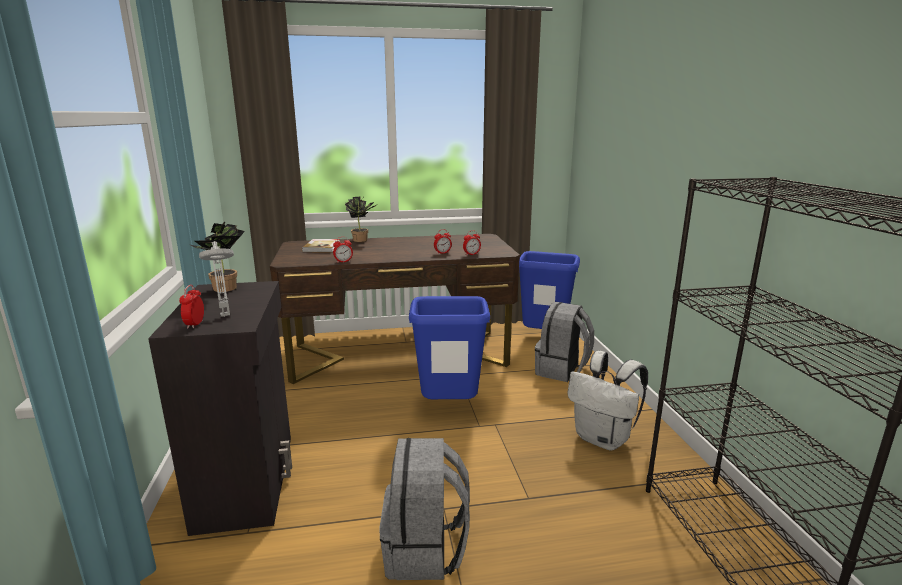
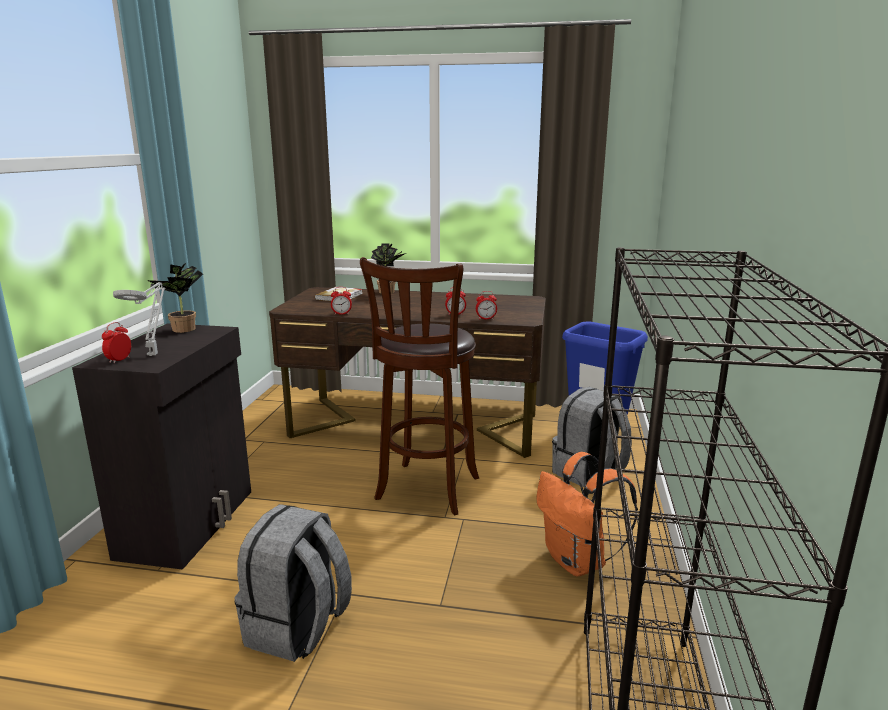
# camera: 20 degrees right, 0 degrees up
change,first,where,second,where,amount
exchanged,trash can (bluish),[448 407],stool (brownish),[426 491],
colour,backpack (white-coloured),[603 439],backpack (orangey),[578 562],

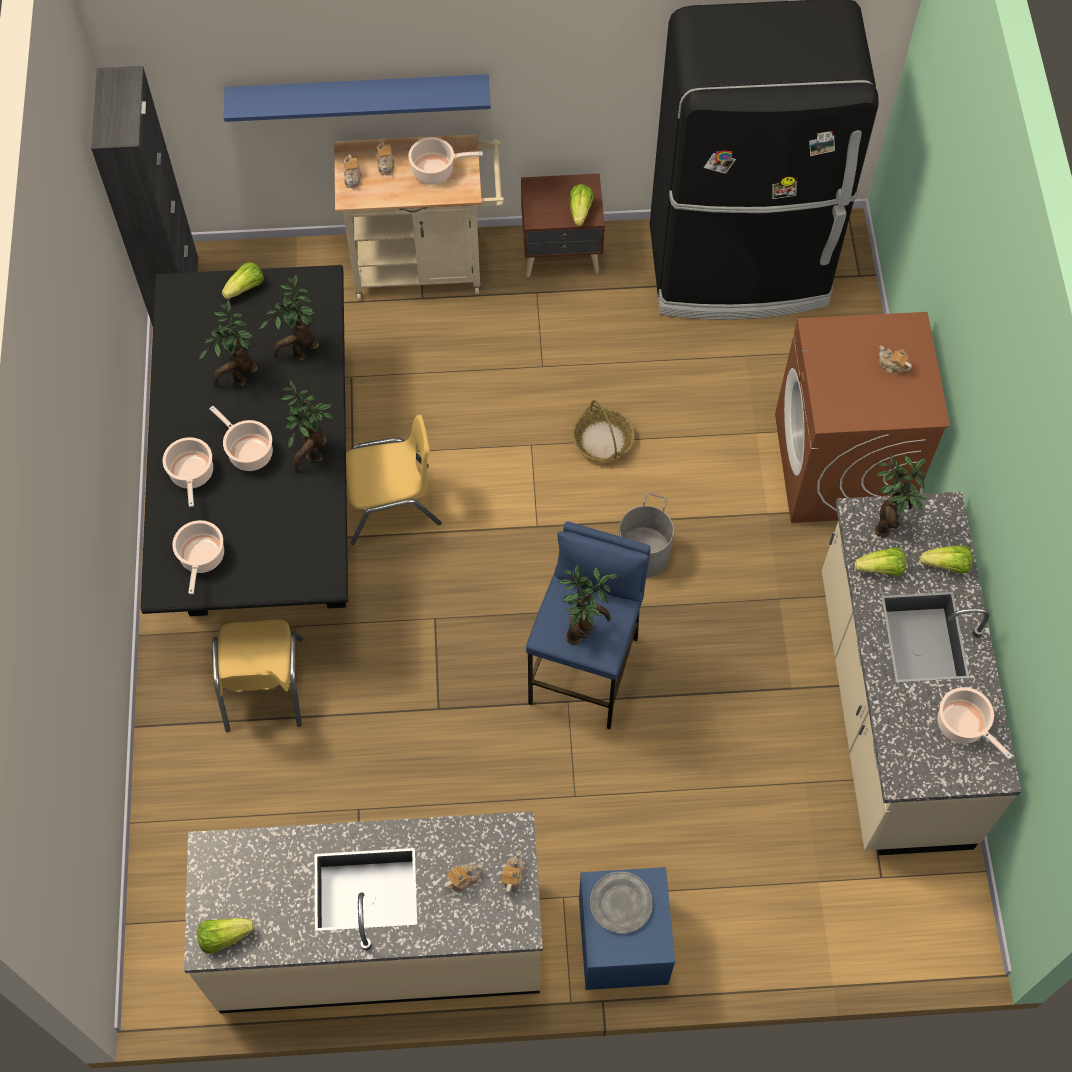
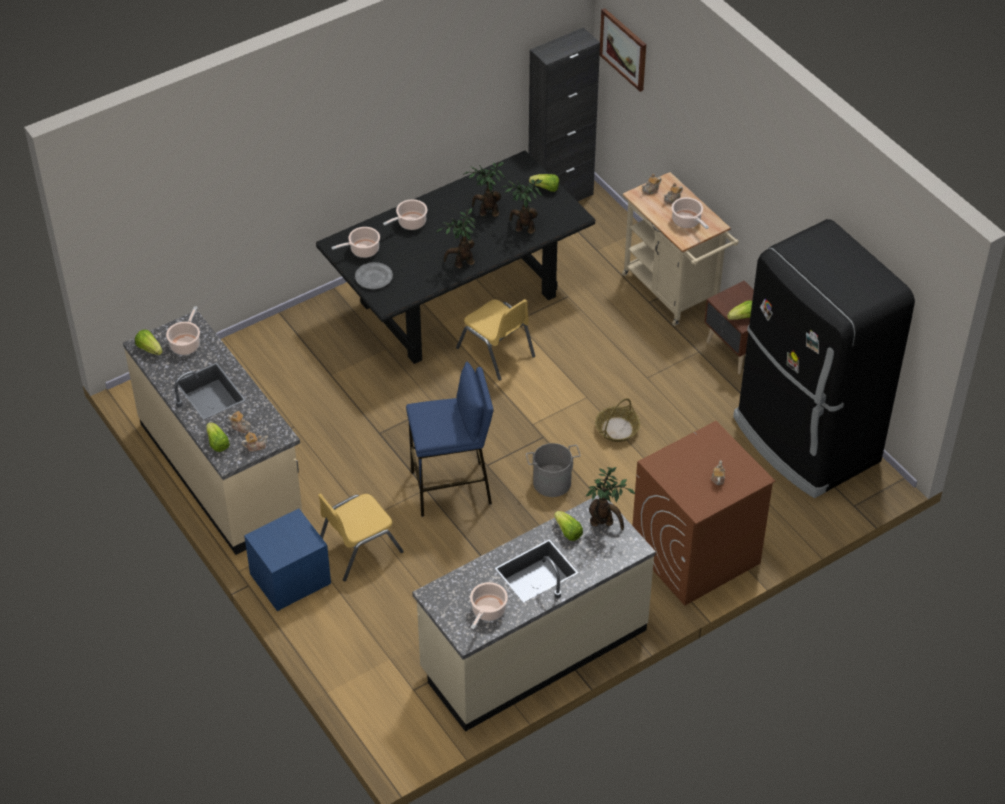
# camera: 60 degrees right, 15 degrees down
change,first,where,second,where,amount
relocated,cooking pot,[248 452],,[186 344],
relocated,chair (yellow-coloured),[262 685],,[358 549],
missing,bracket shelf (bluish),[358 95],,,
missing,houseplant,[584 630],,,
relocated,plate (gray),[621 904],,[373 278],
relocated,lettuce head,[946 565],,[217 443],
appeared,,,wall picture,[624 49],

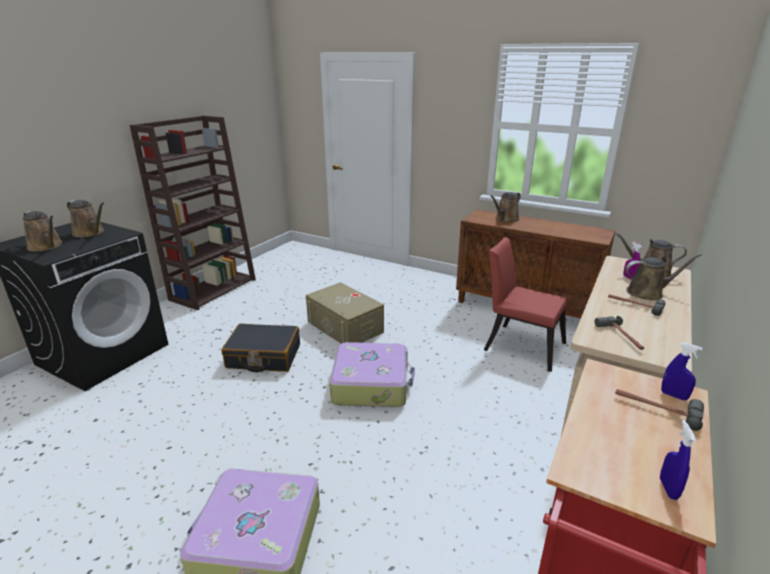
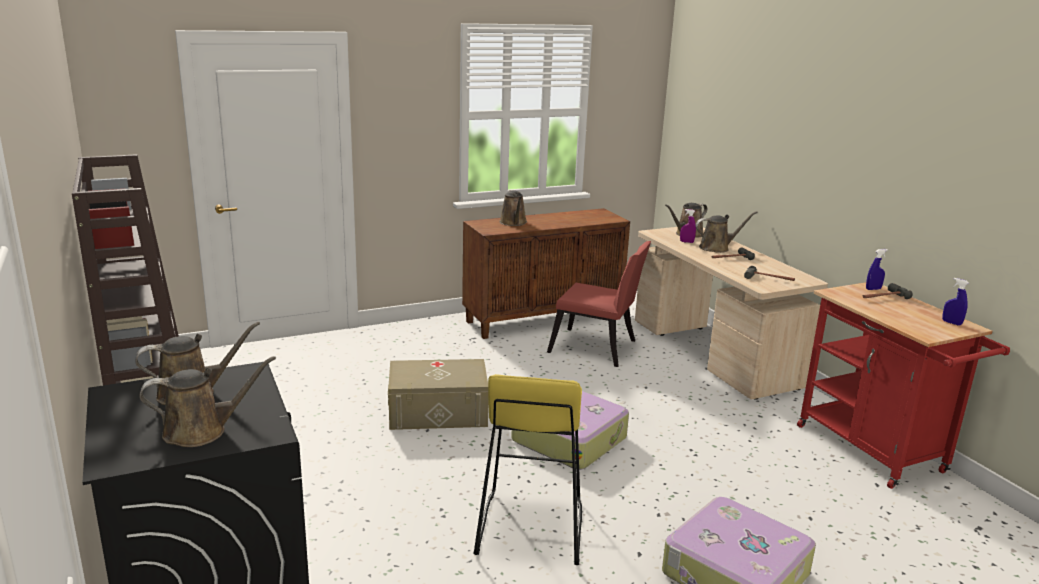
# camera: 55 degrees left, 5 degrees down
change,first,where,second,where,amount
missing,piece of luggage (black),[263 357],,,
spun,chair (reddish),[520 344],,[597 349],135 degrees counterclockwise
spun,watering can (brownish),[648 293],,[717 248],45 degrees clockwise
appeared,,,stool (yellow-coloured),[529 529],

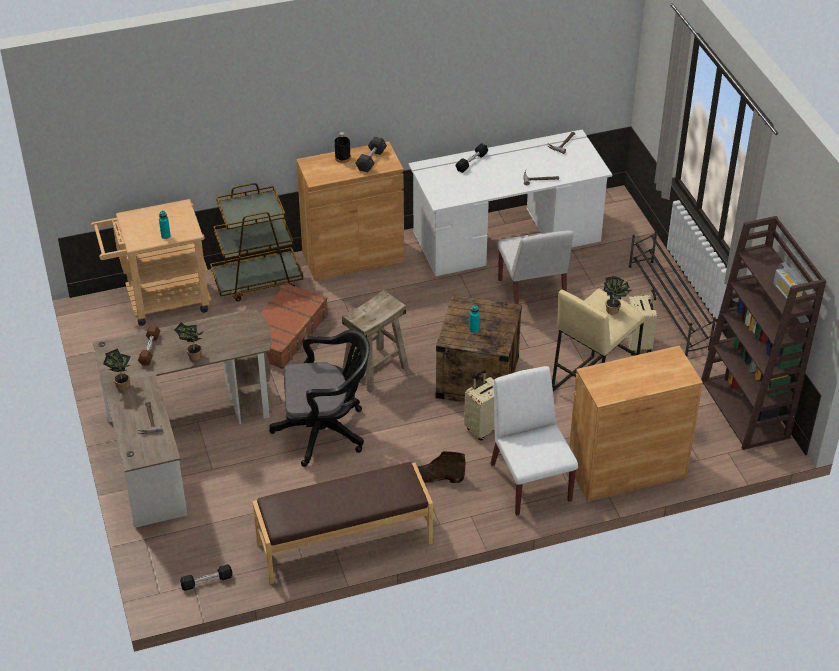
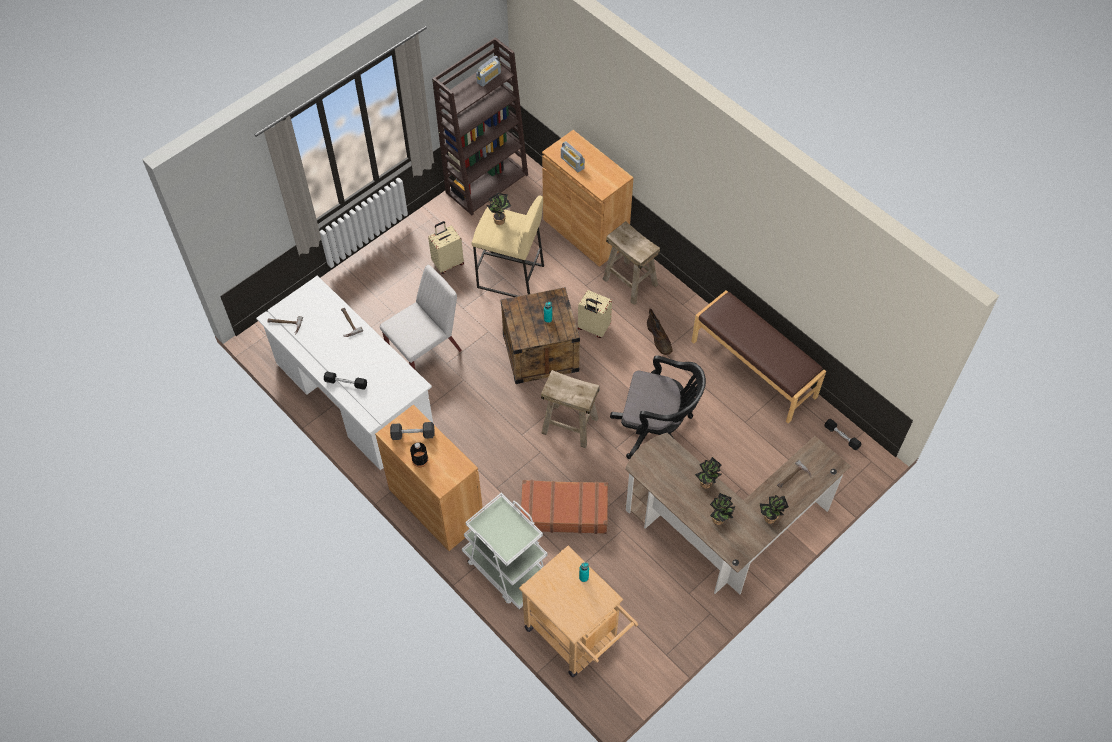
# camera: 115 degrees left, 15 degrees up
change,first,where,second,where,amount
exchanged,dumbbell (brownish),[150 349],houseplant,[719 520],
colour,cart (brownish),[257 280],cart (white-coloured),[507 568],
spun,desk chair (black),[326 431],,[656 429],135 degrees clockwise
exchanged,chair (white-coloured),[530 481],stool (sand-coloured),[629 282],
missing,shoe rack (black),[668 307],,,
appeared,,,radio set,[572 163],

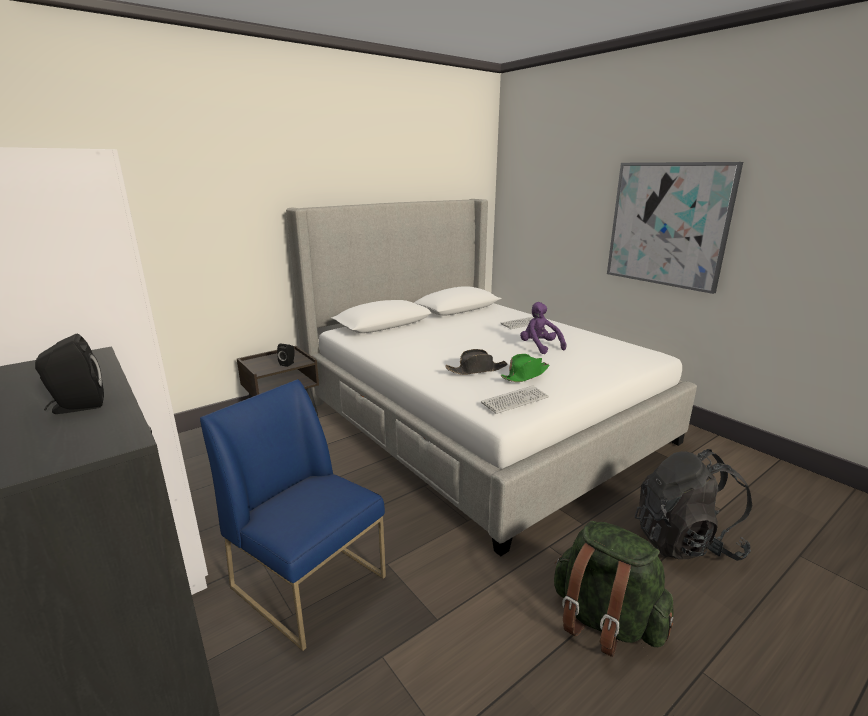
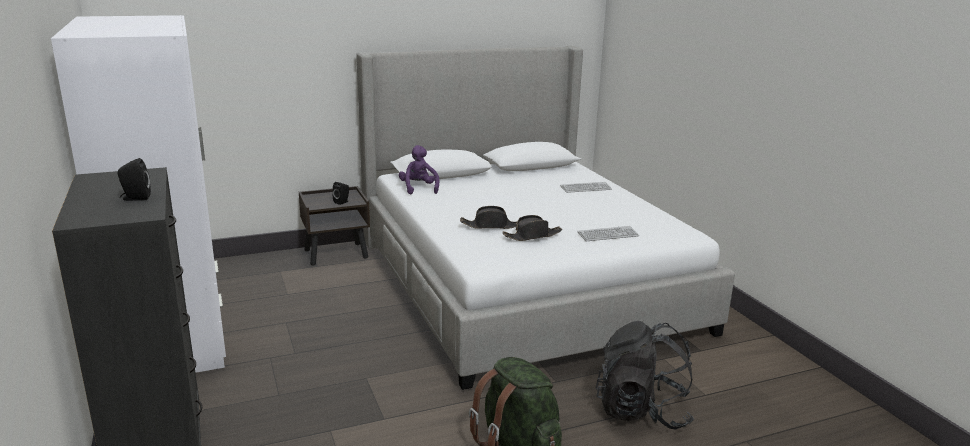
# camera: 15 degrees right, 0 degrees up
change,first,where,second,where,amount
missing,chair (bluish),[310 582],,,
relocated,computer keyboard,[515 400],,[608 235],
colour,clothing hat (greenish),[525 375],clothing hat (black),[532 236],
relocated,cuddly toy (purplish),[539 347],,[419 189],
missing,wall picture,[667 224],,,

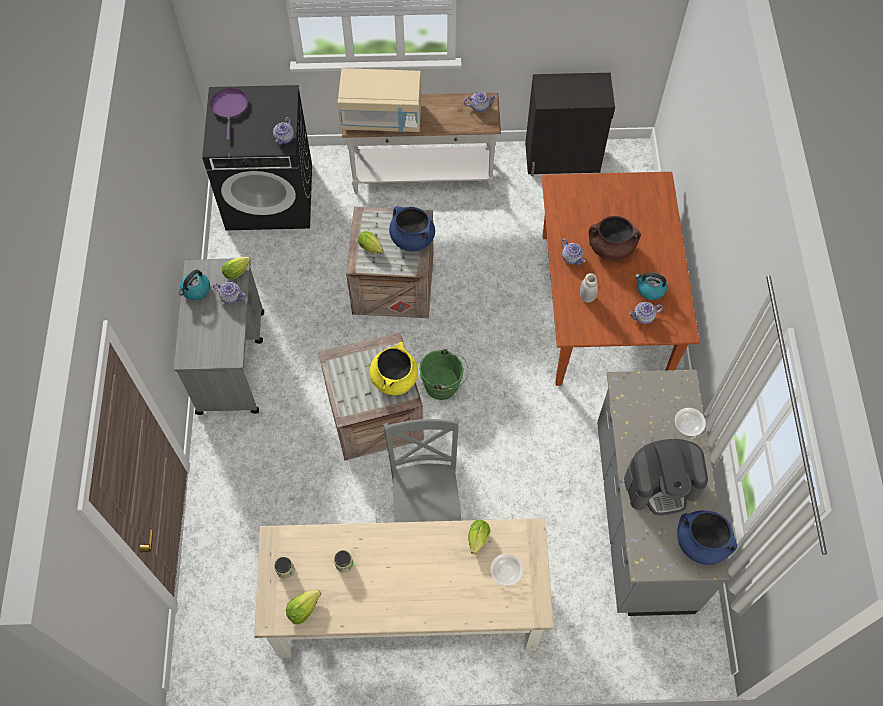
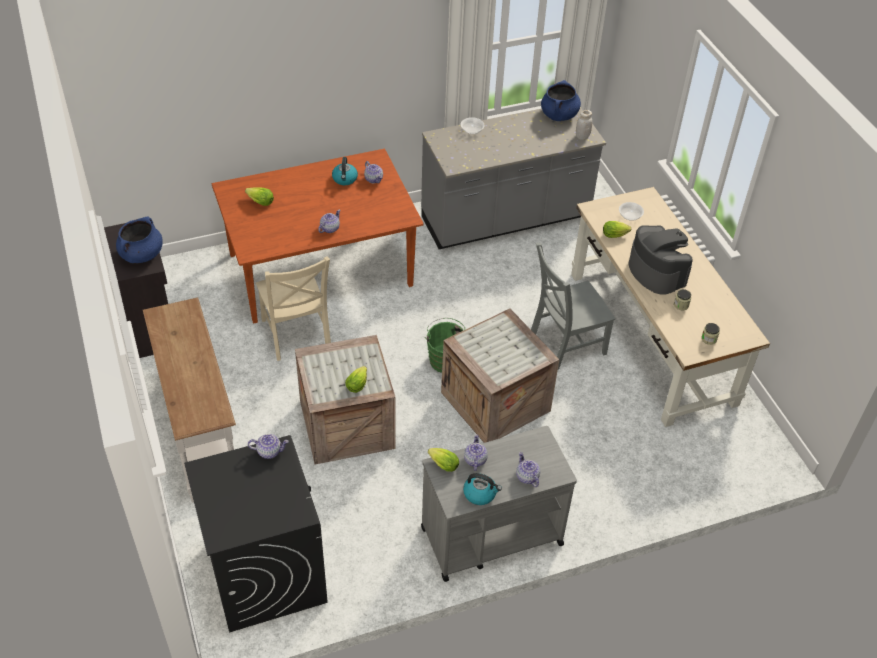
# camera: 110 degrees left, 15 degrees down
change,first,where,second,where,amount
missing,frying pan (purplish),[229 108],,,
relocated,lettuce head,[303 608],,[260 202],
missing,kitchen microwave (sand-coloured),[382 117],,,
missing,cooking pot (yellow-coloured),[394 378],,,
relocated,cooking pot (bluish),[412 239],,[141 254],
relocated,pot for tea,[479 106],,[526 477],
relocated,jar (white-coloured),[587 297],,[582 136],
missing,cooking pot (brownish),[610 248],,,
relocated,coffee machine,[661 484],,[656 272],
appeared,,,chair (sand-coloured),[296 335],

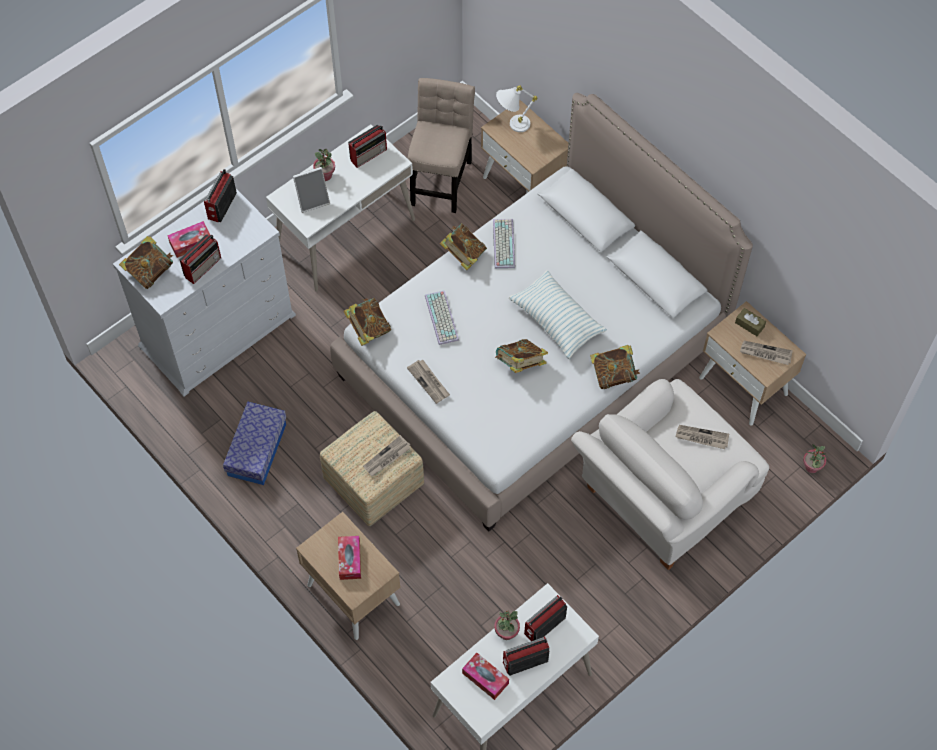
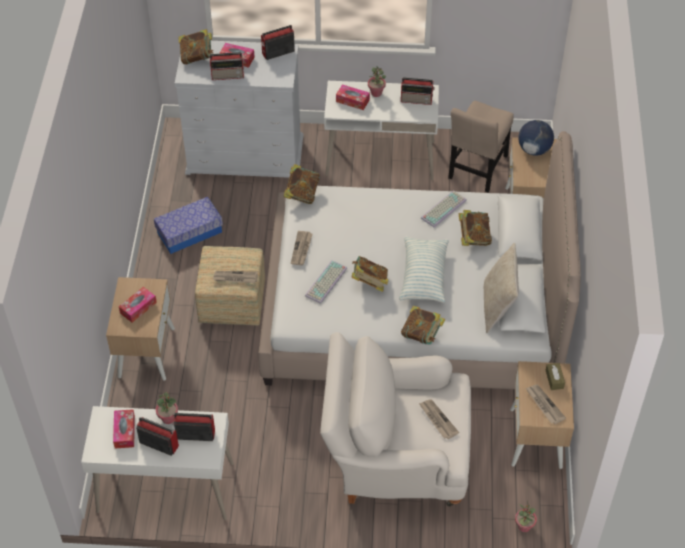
# camera: 45 degrees right, 10 degrees down
change,first,where,second,where,amount
exchanged,picture frame,[313 200],tissue box,[352 101],
spun,chair (sand-coloured),[441 179],,[477 169],150 degrees clockwise
relocated,computer keyboard,[443 318],,[326 283],
relocated,book,[463 255],,[473 237],
exchanged,tabletop lamp (white-coloured),[512 125],world globe,[534 150],
appeared,,,pillow (sand-coloured),[497 306],

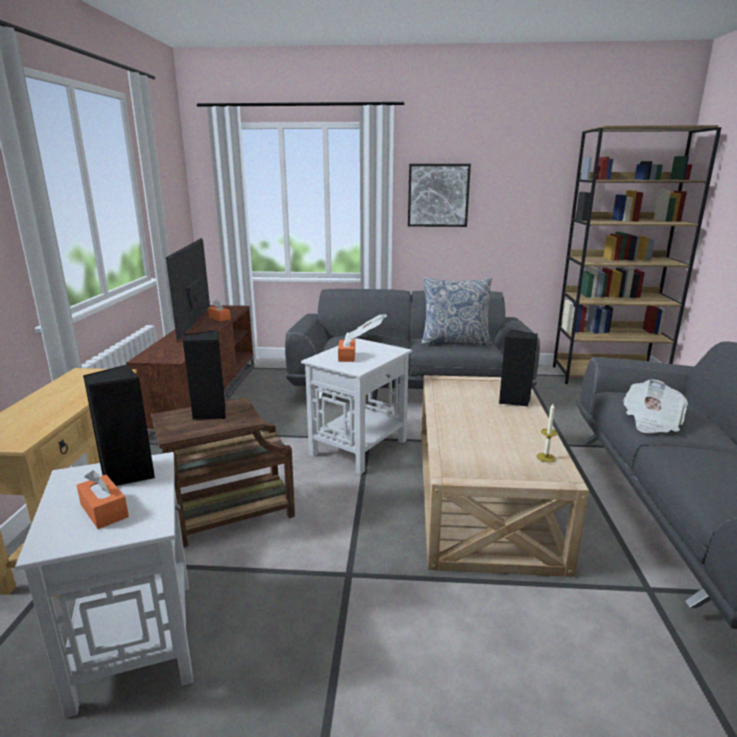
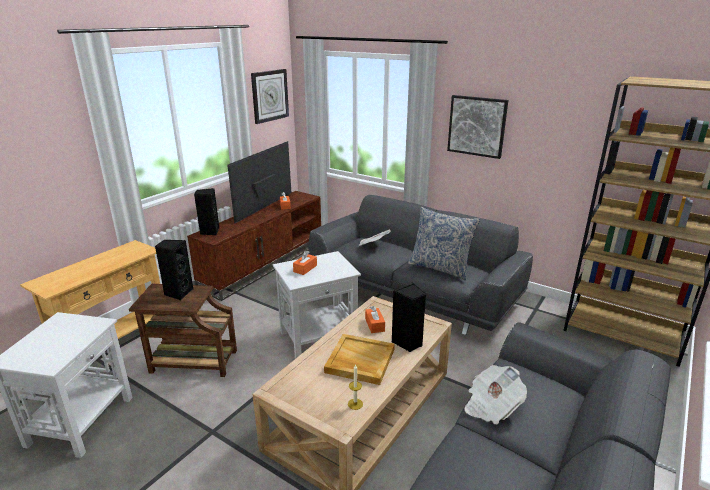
# camera: 30 degrees right, 5 degrees up
change,first,where,second,where,amount
relocated,tissue box (orangey),[104 510],,[374 325],
relocated,loudspeaker (black),[128 474],,[209 231],
appeared,,,clock on the wall,[269 95],
appeared,,,serving tray (sand-coloured),[359 361],

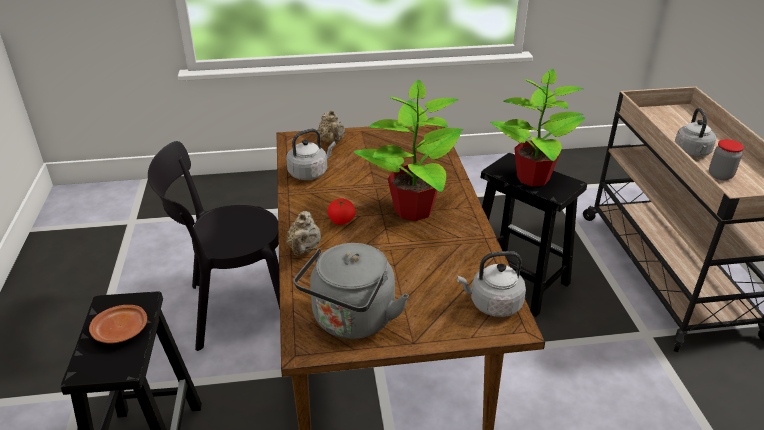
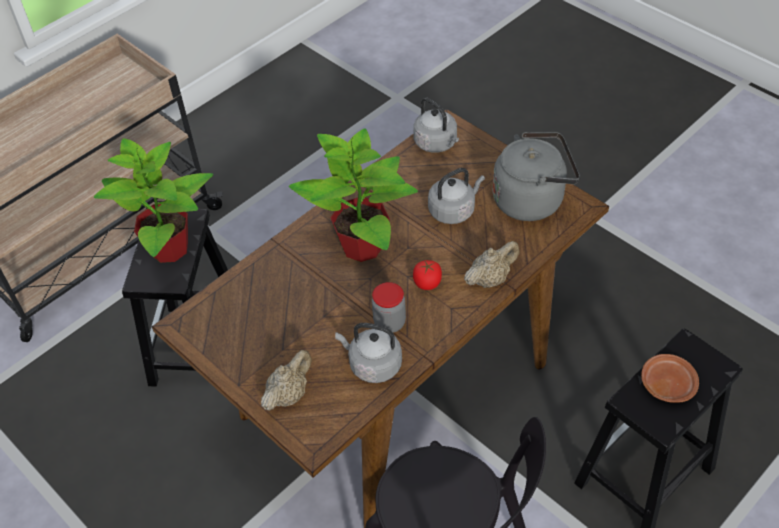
# camera: 125 degrees left, 15 degrees up
change,first,where,second,where,amount
relocated,kettle (gray),[692 153],,[453 210],
relocated,jar,[720 175],,[389 322],

